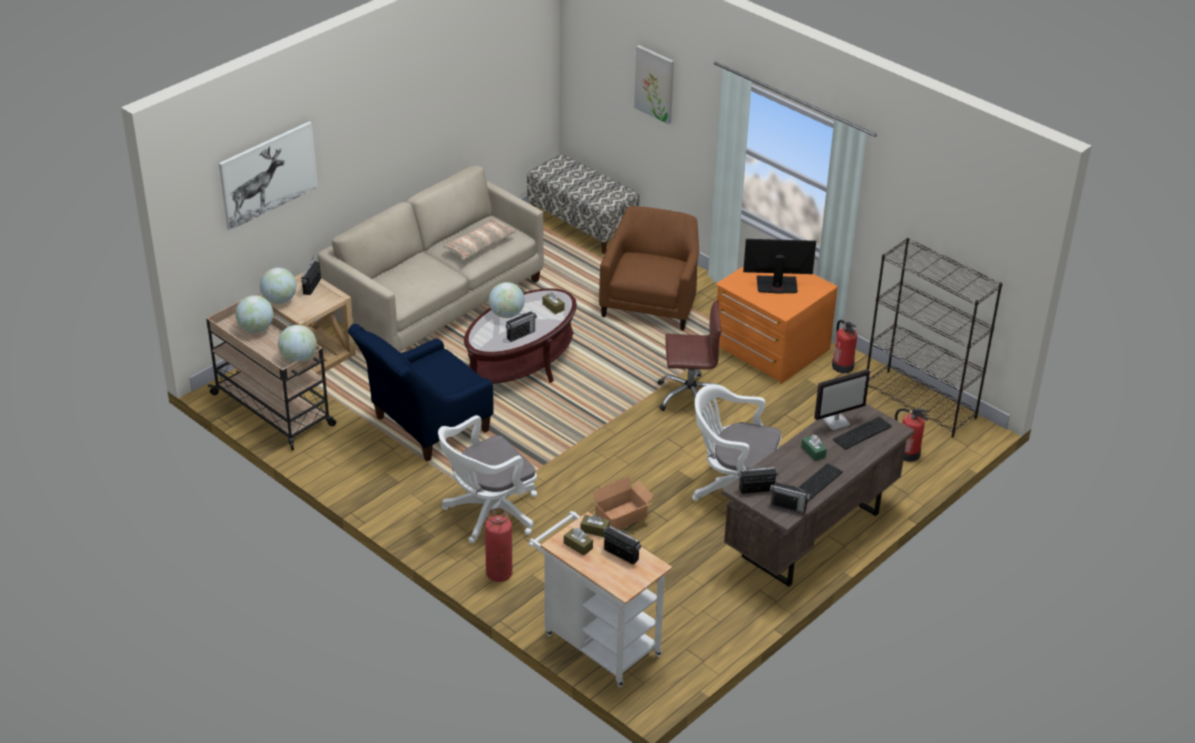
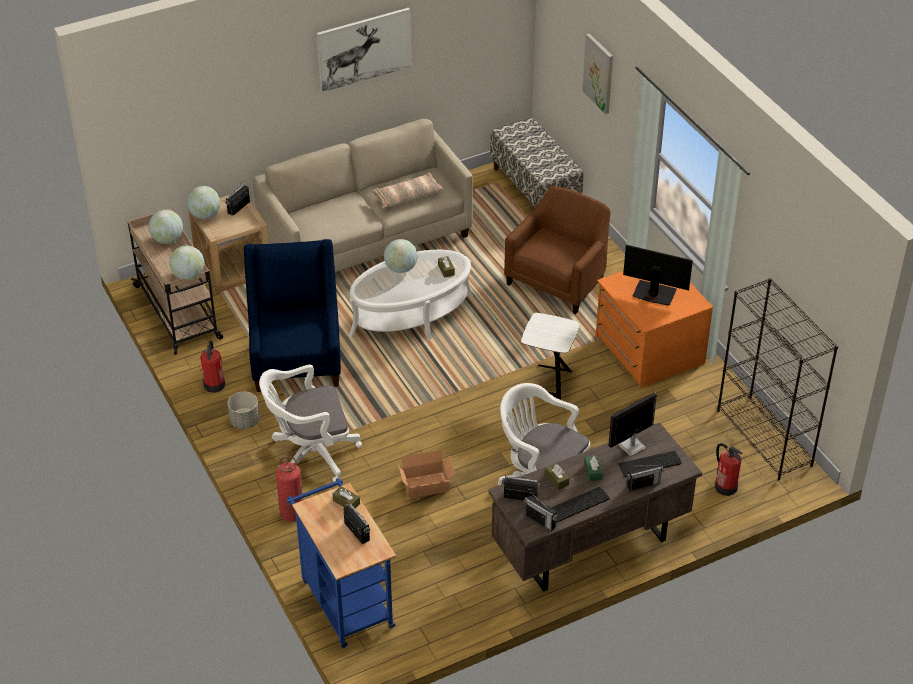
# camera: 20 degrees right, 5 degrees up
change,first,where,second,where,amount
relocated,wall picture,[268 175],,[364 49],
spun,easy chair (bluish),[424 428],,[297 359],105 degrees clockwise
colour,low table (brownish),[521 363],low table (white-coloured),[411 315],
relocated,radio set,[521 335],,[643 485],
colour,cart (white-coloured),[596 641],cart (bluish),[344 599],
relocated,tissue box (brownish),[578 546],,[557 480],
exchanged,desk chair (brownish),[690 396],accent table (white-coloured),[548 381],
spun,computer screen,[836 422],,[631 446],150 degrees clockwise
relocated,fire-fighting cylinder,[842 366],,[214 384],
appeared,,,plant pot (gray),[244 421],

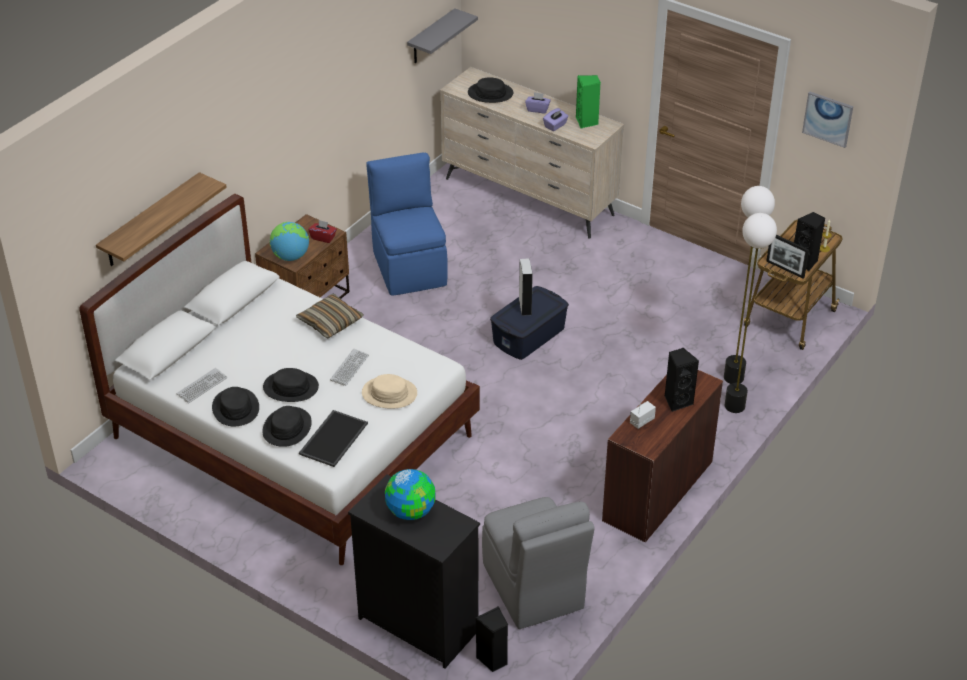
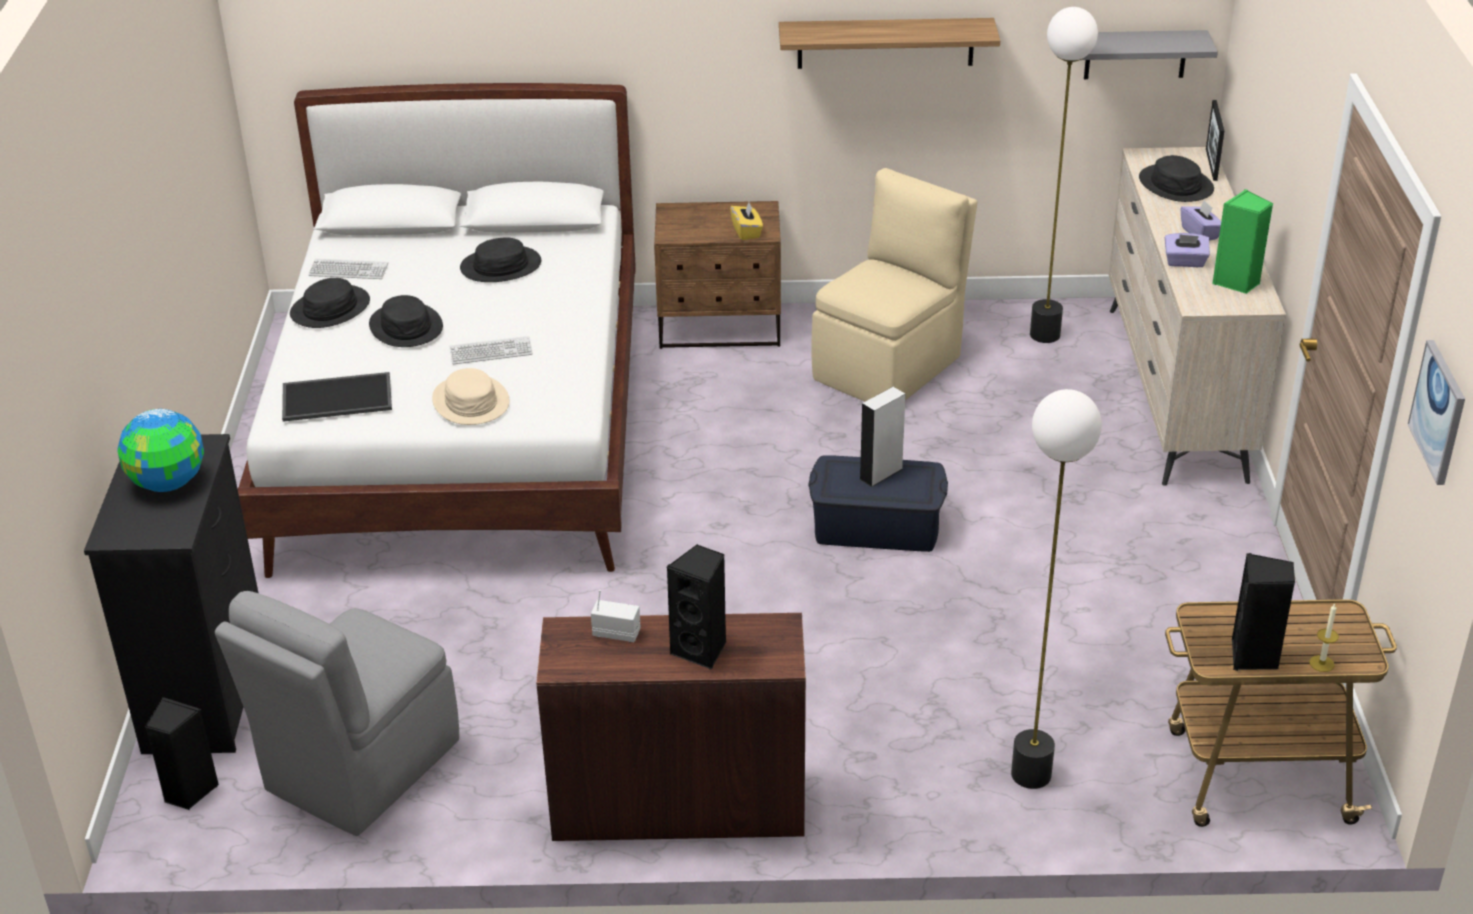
# camera: 55 degrees right, 5 degrees down
change,first,where,second,where,amount
relocated,bracket shelf,[151 221],,[885 43],
relocated,clothing hat (black),[287 428],,[501 266],
missing,world globe,[290 256],,,
missing,pillow,[330 322],,,
colour,tissue box (reddish),[323 237],tissue box (yellow-coloured),[746 232],
colour,chair (bluish),[409 266],chair (sand-coloured),[890 366],
relocated,standard lamp,[735 406],,[1045 335],
relocated,picture frame,[785 269],,[1211 164],

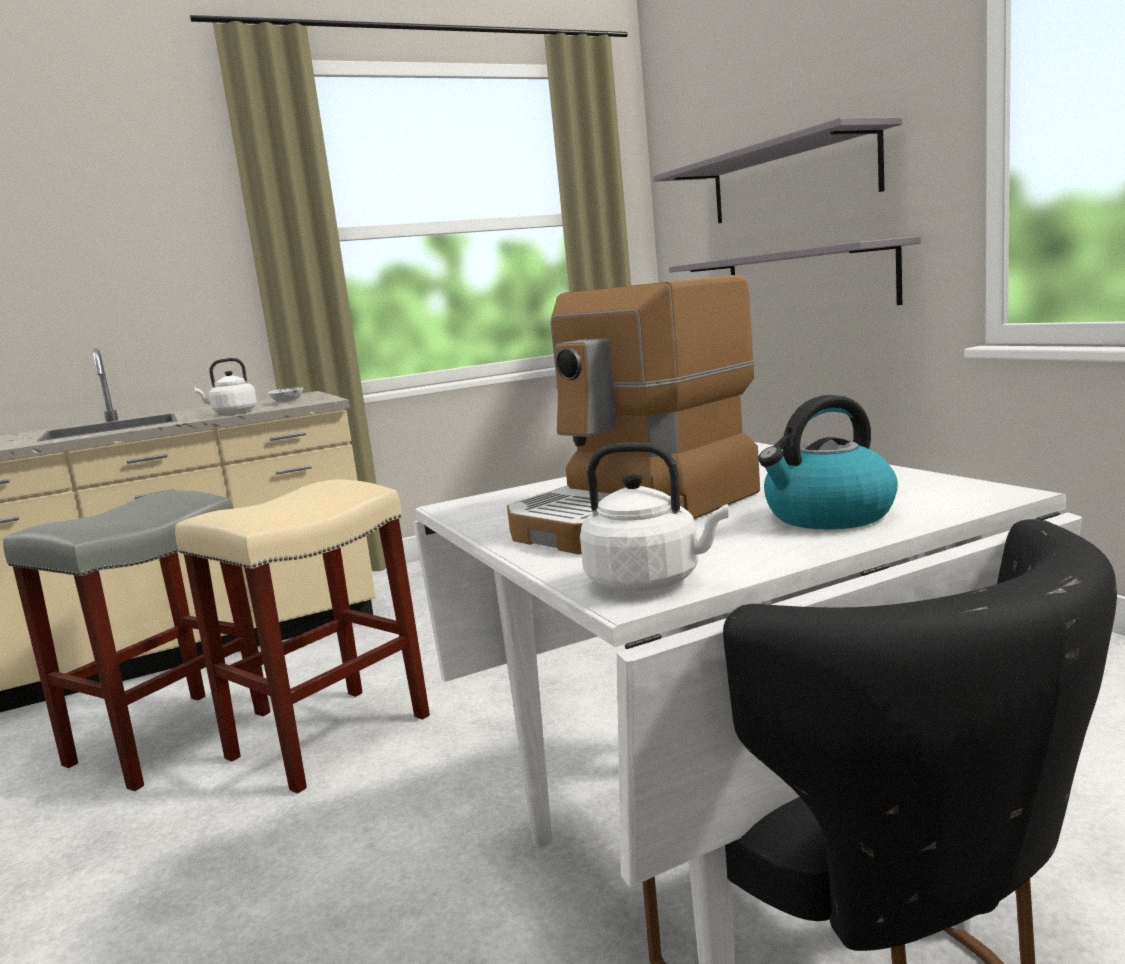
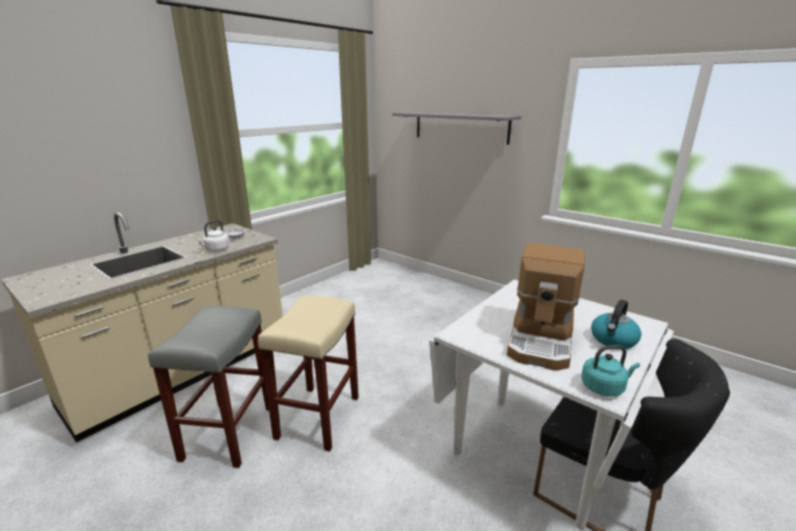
# camera: 25 degrees left, 10 degrees up
change,first,where,second,where,amount
colour,kettle (white-coloured),[649 582],kettle (turquoise),[604 387],
missing,bracket shelf (gray),[807 280],,,

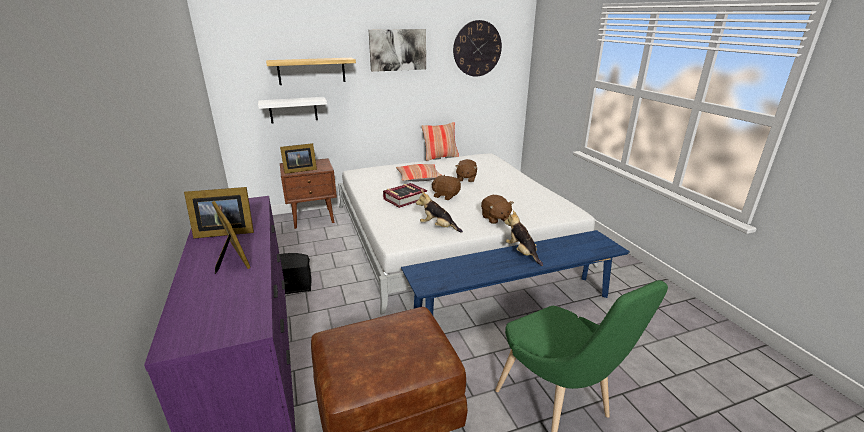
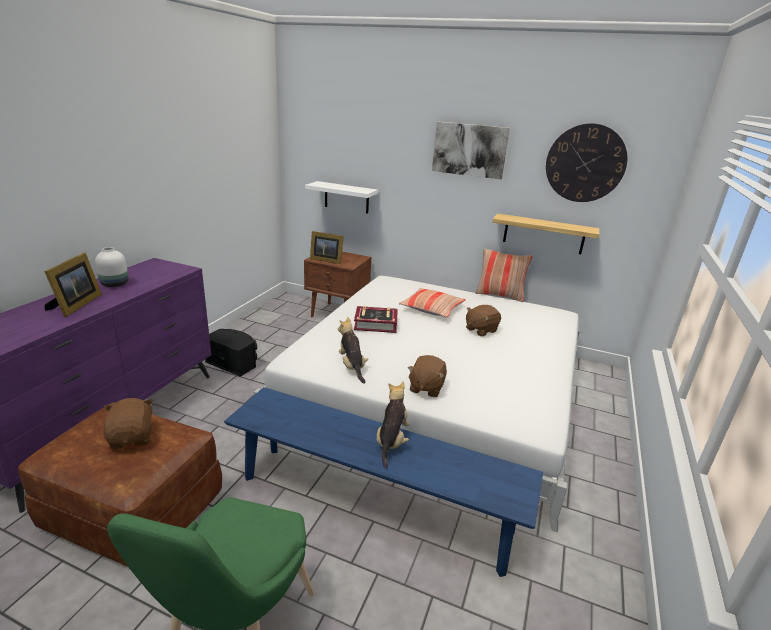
# camera: 40 degrees right, 0 degrees up
change,first,where,second,where,amount
exchanged,picture frame,[223 232],vase (white-coloured),[115 284],
relocated,bracket shelf,[311 71],,[543 234],
relocated,cuddly toy (brownish),[445 196],,[132 437],

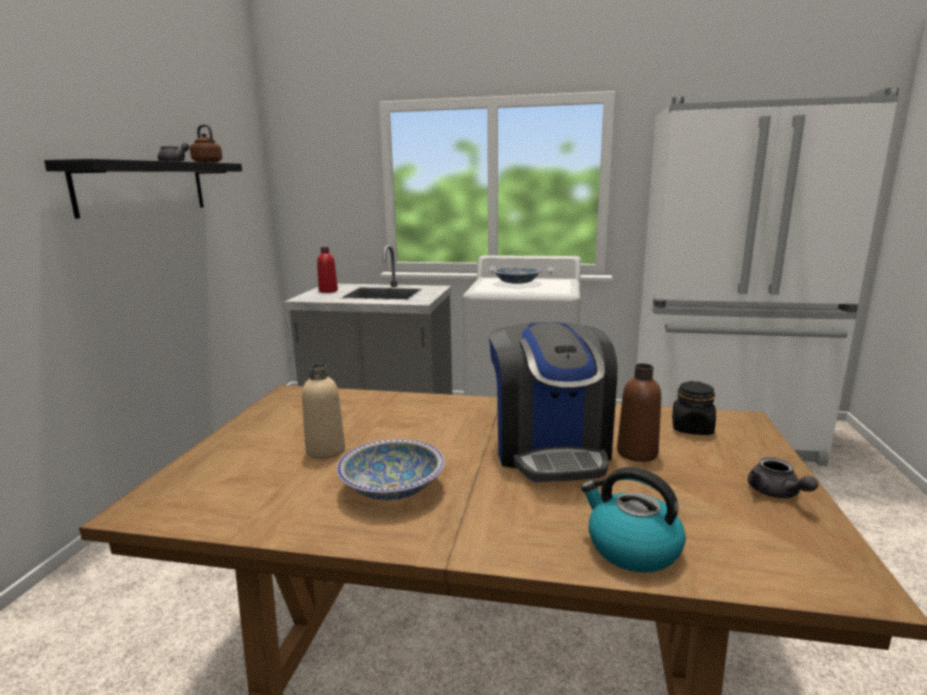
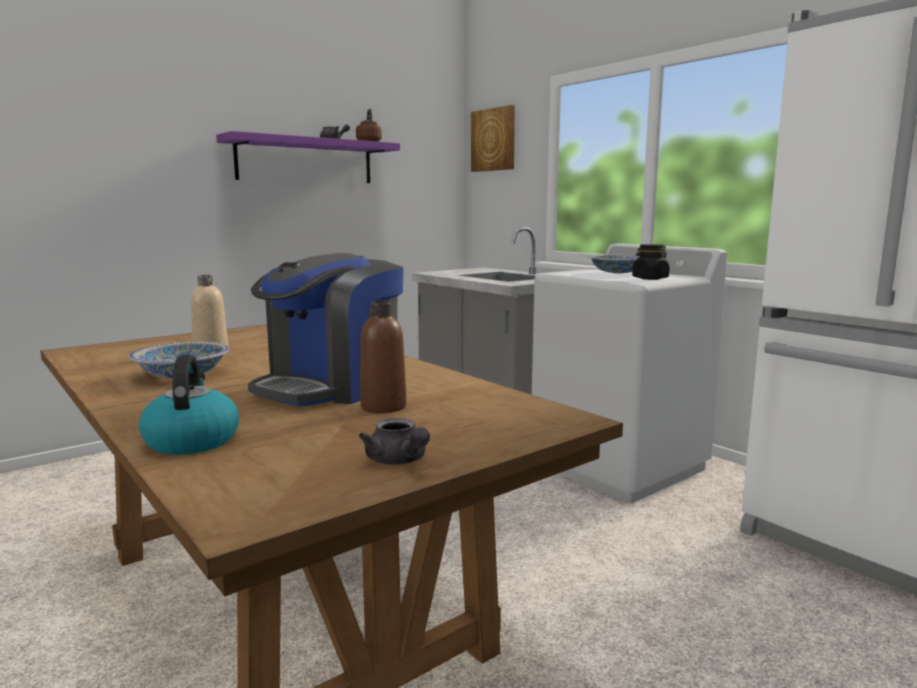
# camera: 40 degrees right, 5 degrees down
change,first,where,second,where,amount
colour,bracket shelf (black),[143 187],bracket shelf (purplish),[306 161],
missing,bottle (reddish),[328 291],,,
relocated,jar (black),[692 428],,[650 278],
spun,pot for tea (gray),[776 493],,[399 461],60 degrees counterclockwise
appeared,,,wall picture,[494 140],

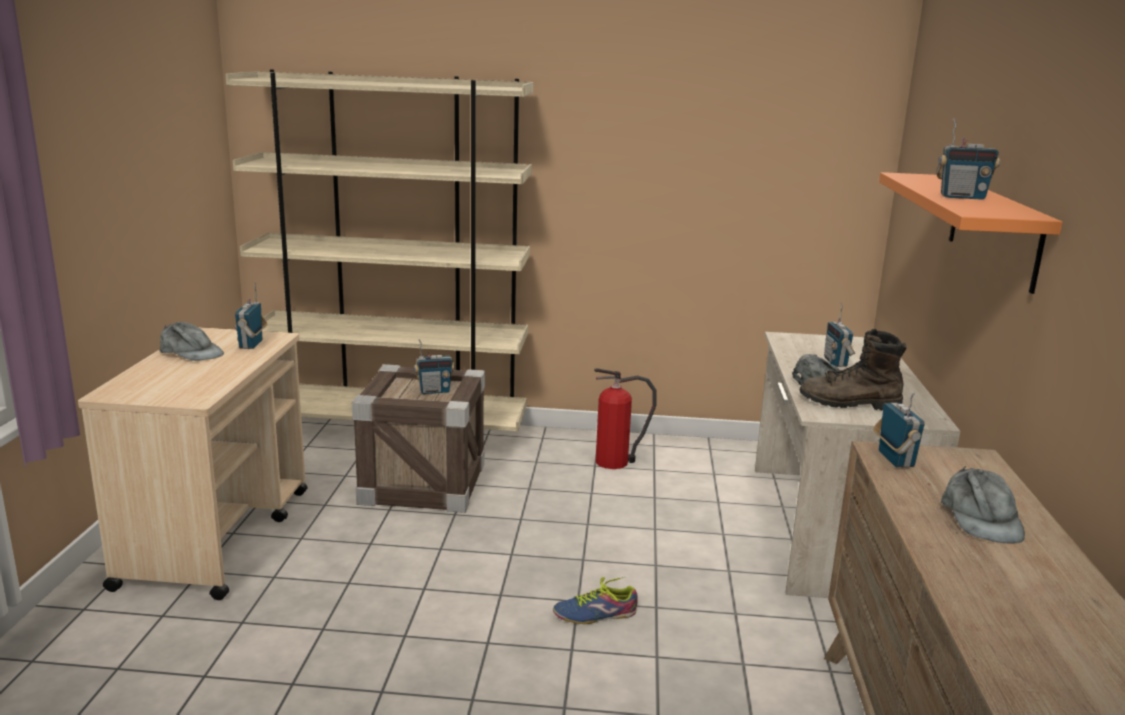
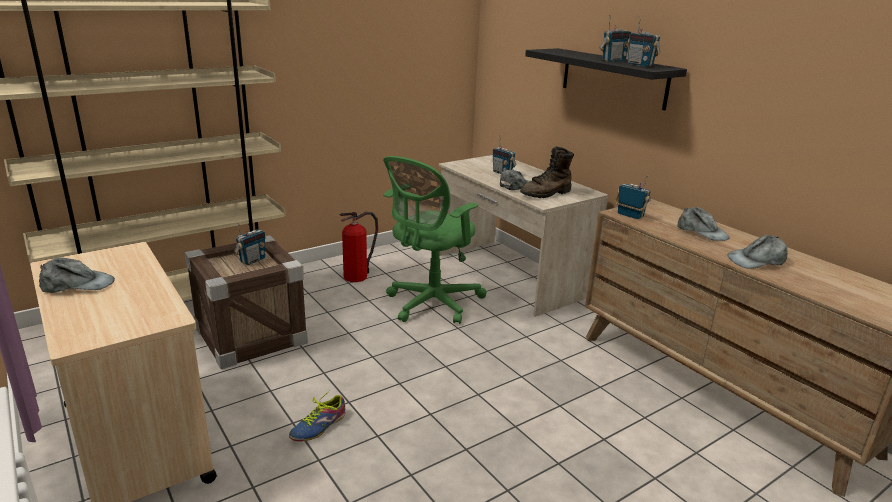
# camera: 40 degrees left, 5 degrees up
change,first,where,second,where,amount
relocated,radio set,[252 344],,[640 65],
relocated,item of footwear,[595 615],,[319 426],
colour,bracket shelf (orangey),[994 229],bracket shelf (black),[613 78],
appeared,,,desk chair (greenish),[431 304],
appeared,,,baseball cap (gray),[757 260],

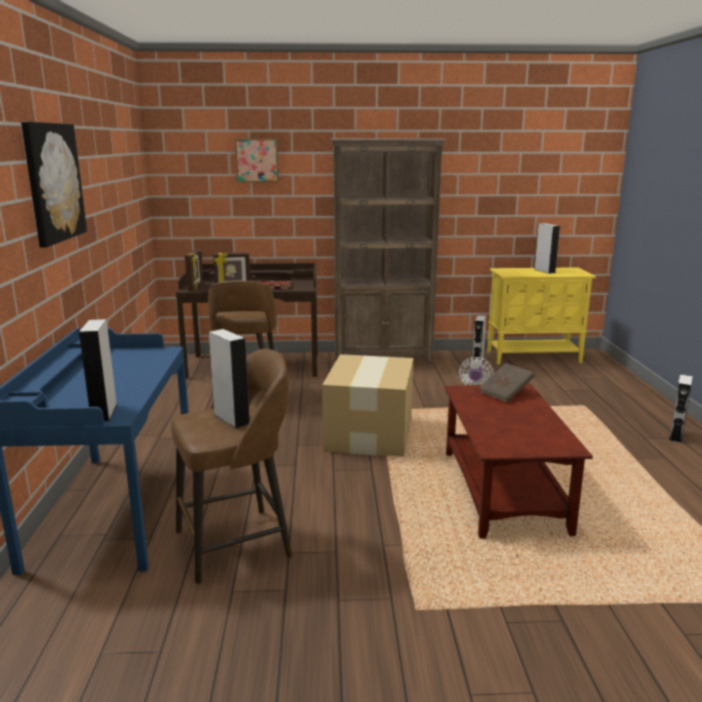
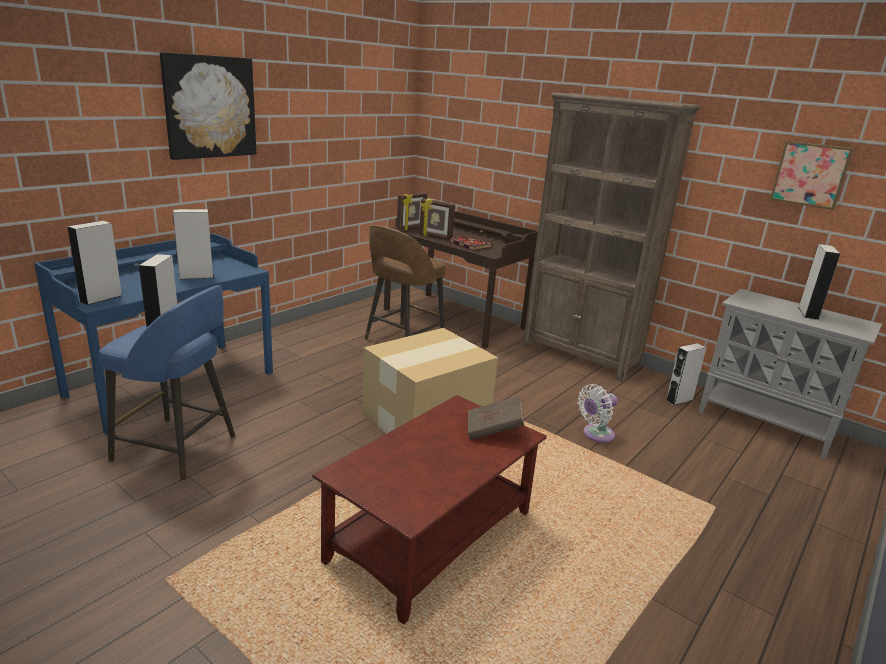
# camera: 40 degrees right, 5 degrees up
change,first,where,second,where,amount
colour,stool (brownish),[237 543],stool (bluish),[178 449],
relocated,wall picture,[257 160],,[810 174],
colour,storage cabinet (yellow-coloured),[534 357],storage cabinet (gray),[766 424],
relocated,loudspeaker (gray),[675 436],,[196 276],

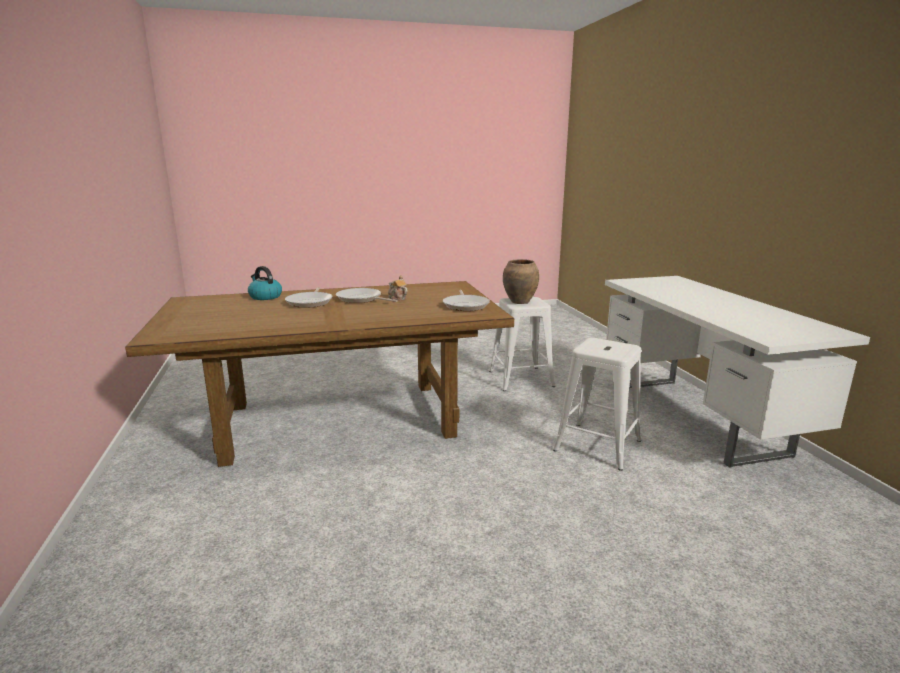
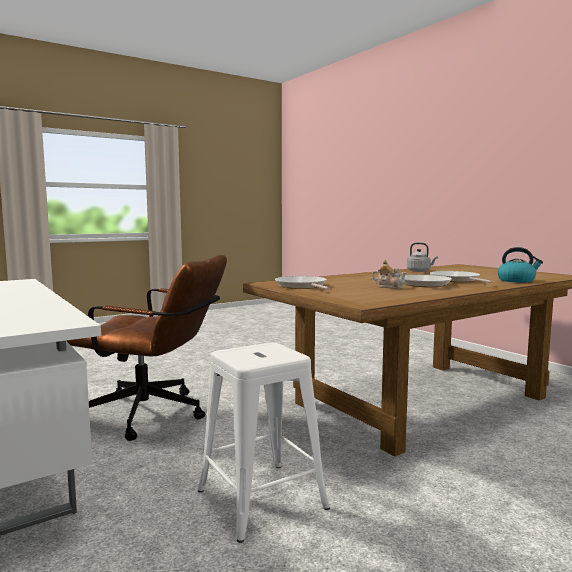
# camera: 160 degrees right, 10 degrees down
change,first,where,second,where,amount
missing,vase (brownish),[520 302],,,
exchanged,stool (white-coloured),[598 445],desk chair (brownish),[154 415],
appeared,,,kettle (gray),[420 271],

